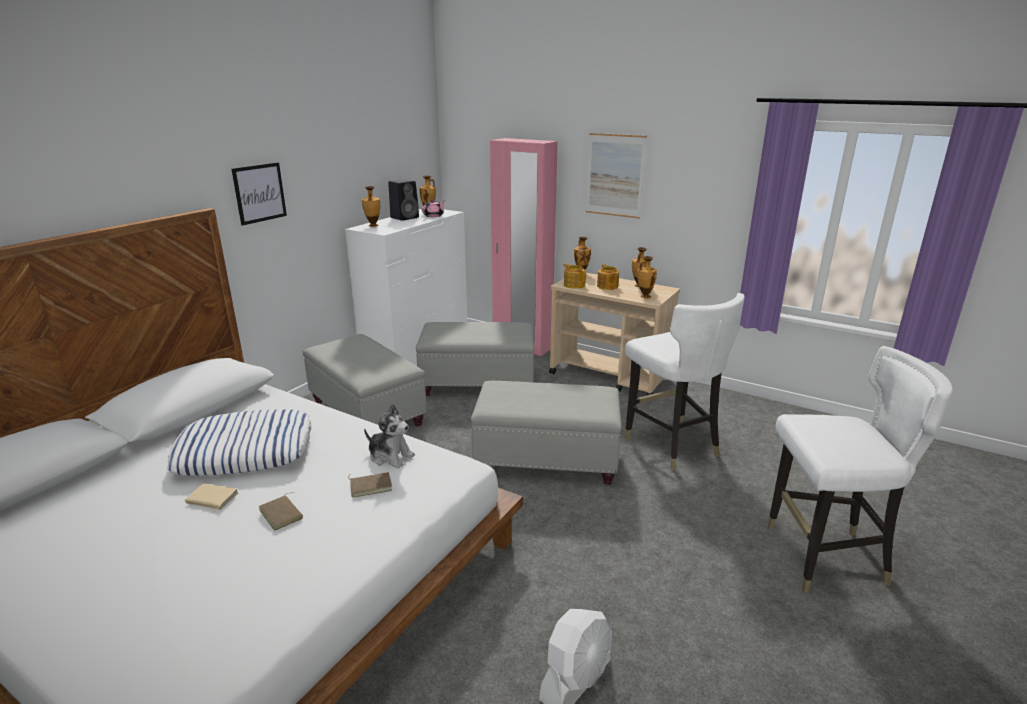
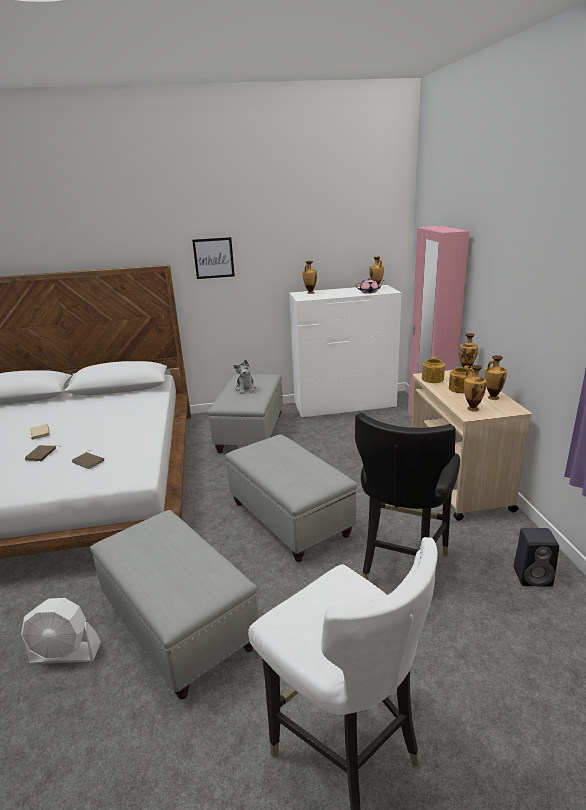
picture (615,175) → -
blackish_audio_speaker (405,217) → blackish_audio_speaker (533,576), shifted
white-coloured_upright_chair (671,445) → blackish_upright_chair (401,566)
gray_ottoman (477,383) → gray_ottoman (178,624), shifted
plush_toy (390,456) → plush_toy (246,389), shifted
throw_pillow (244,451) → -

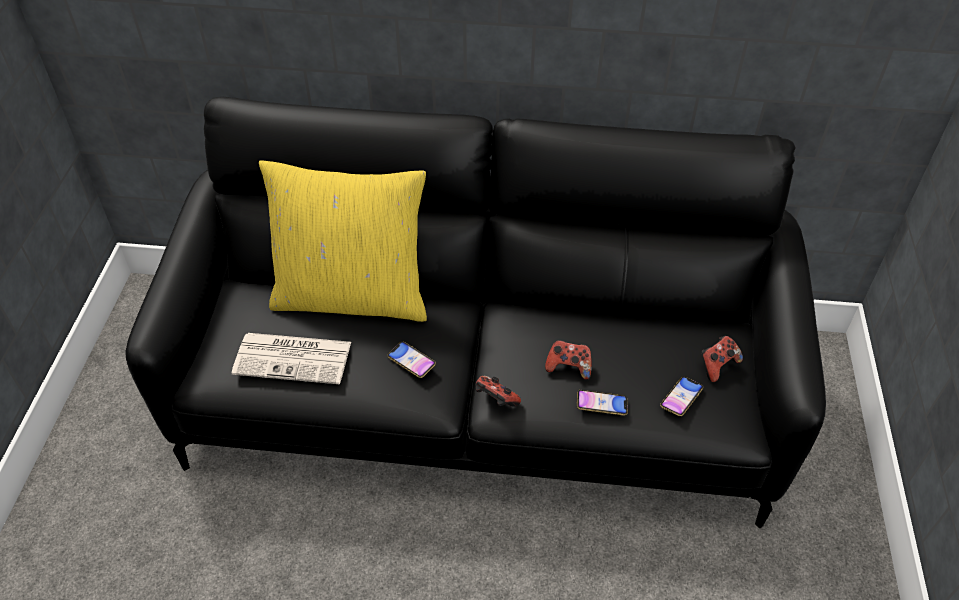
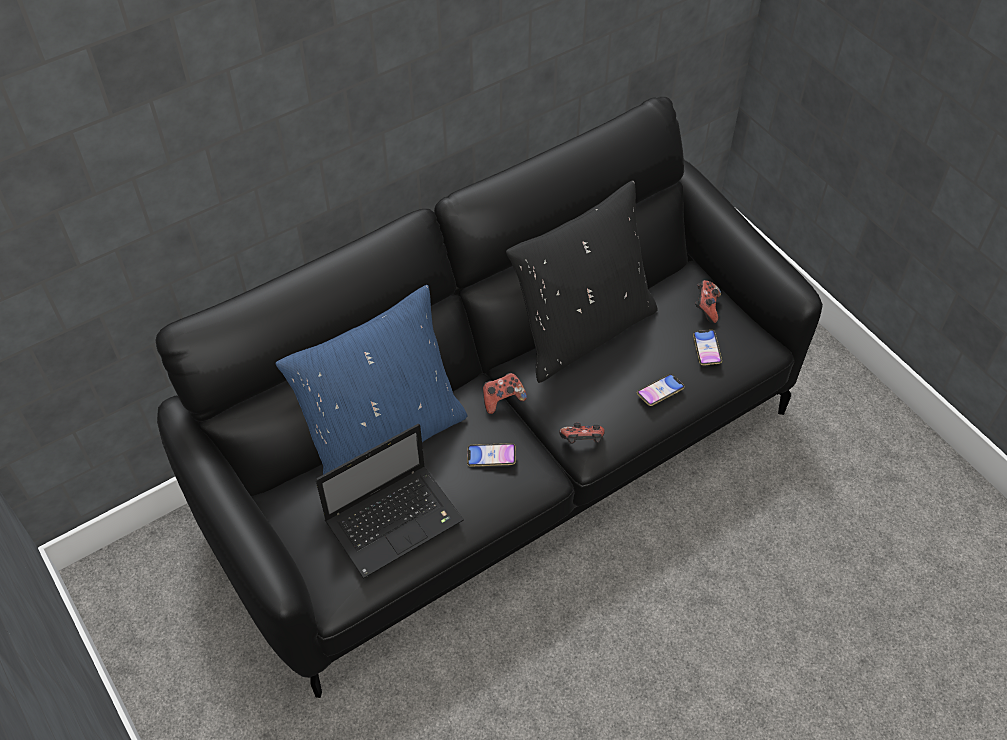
yellow_throw_pillow (352,296) → blue-coloured_throw_pillow (384,437)
printed_paper (294,358) → laptop (396,520)
joypad (568,367) → joypad (502,399), shifted
- → blackish_throw_pillow (582,330)

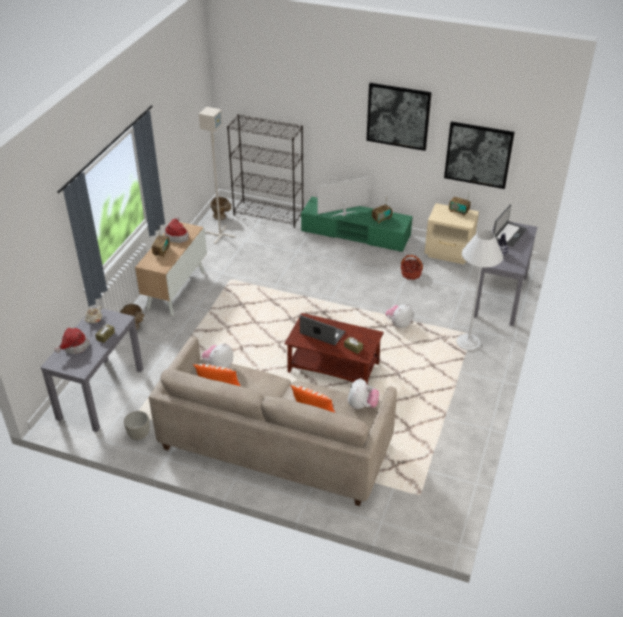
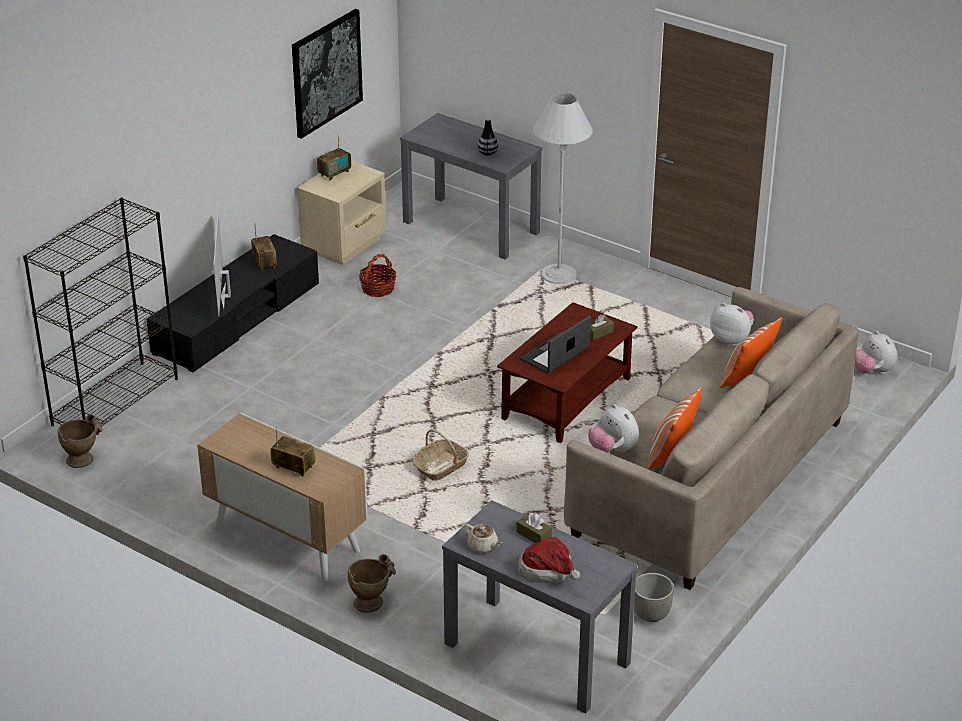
picture (398,116) → -
gray_floor_lamp (220,235) → -
green_media_console (355,233) → blackish_media_console (237,319)
laptop (509,234) → -
wearable_hat (177,236) → -
plush_toy (398,324) → plush_toy (872,371), shifted
- → household_basket (441,467)

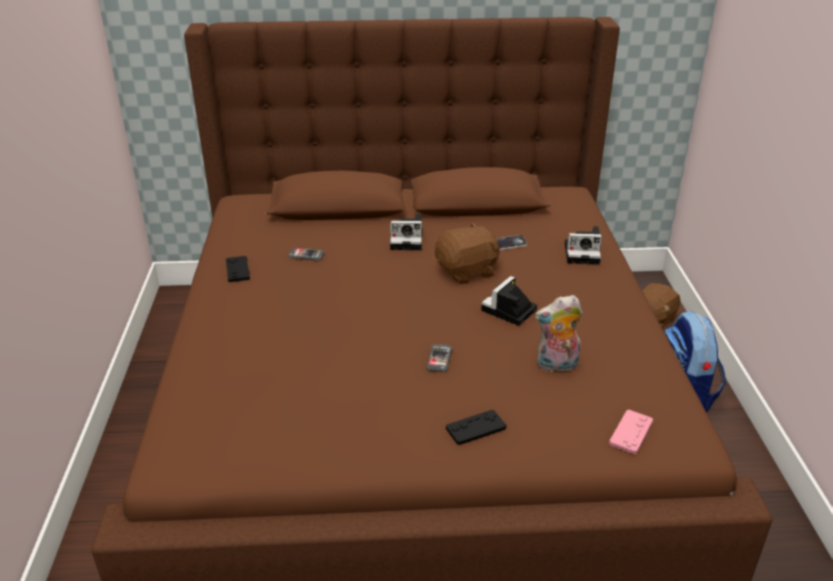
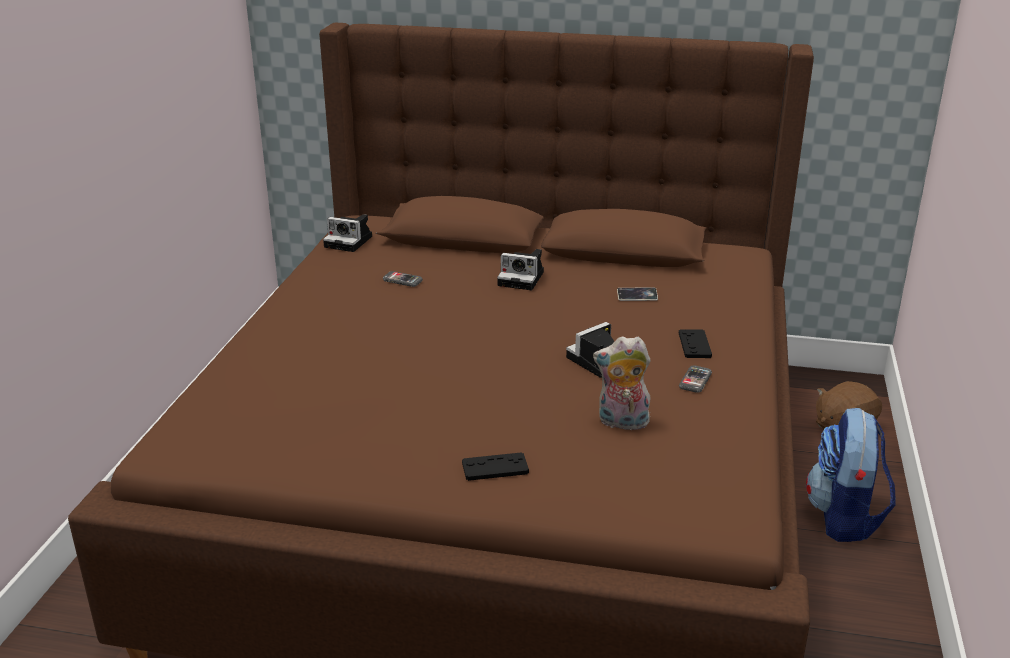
brownish_plush_toy (467,271) → -
photo_camera (583,253) → photo_camera (350,242), shifted
blackish_joypad (237,270) → blackish_joypad (694,345), shifted
handset (439,359) → handset (695,380), shifted
pinkish_joypad (631,432) → -

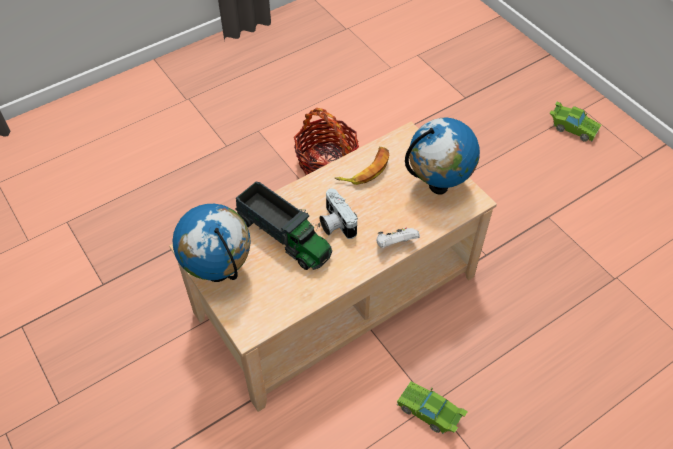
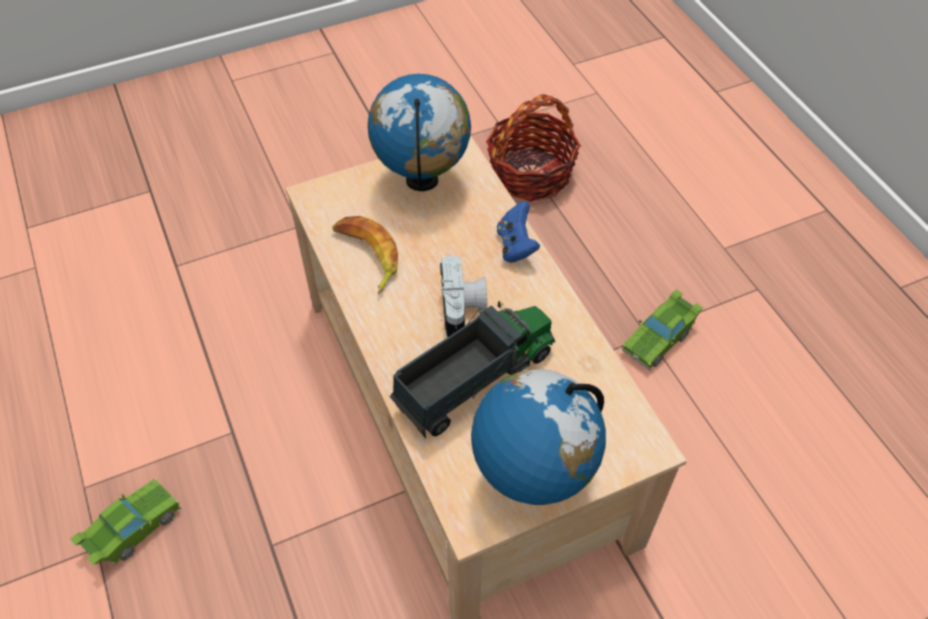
green_miniature_car (572,128) → green_miniature_car (133,530), shifted
household_basket (326,162) → household_basket (530,174), shifted
photo_camera (335,223) → photo_camera (463,309), 75 degrees counterclockwise
white-coloured_joypad (395,244) → blue-coloured_joypad (516,245)

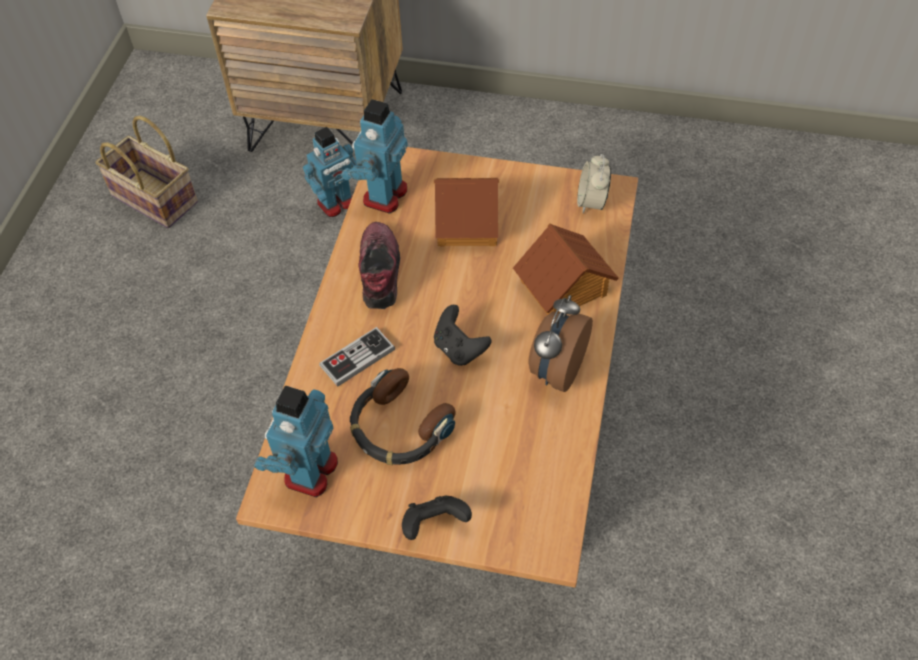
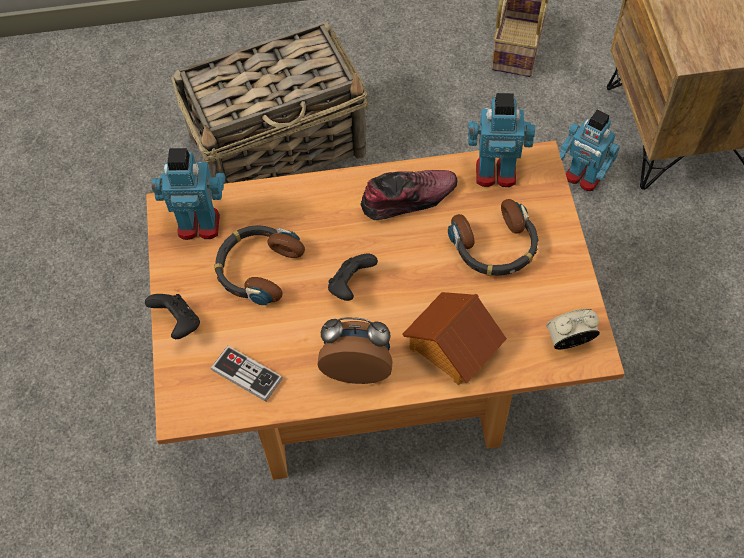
model_house (468,222) → headphones (495,246)
joypad (357,358) → joypad (247,374), shifted
- → household_basket (280,146)

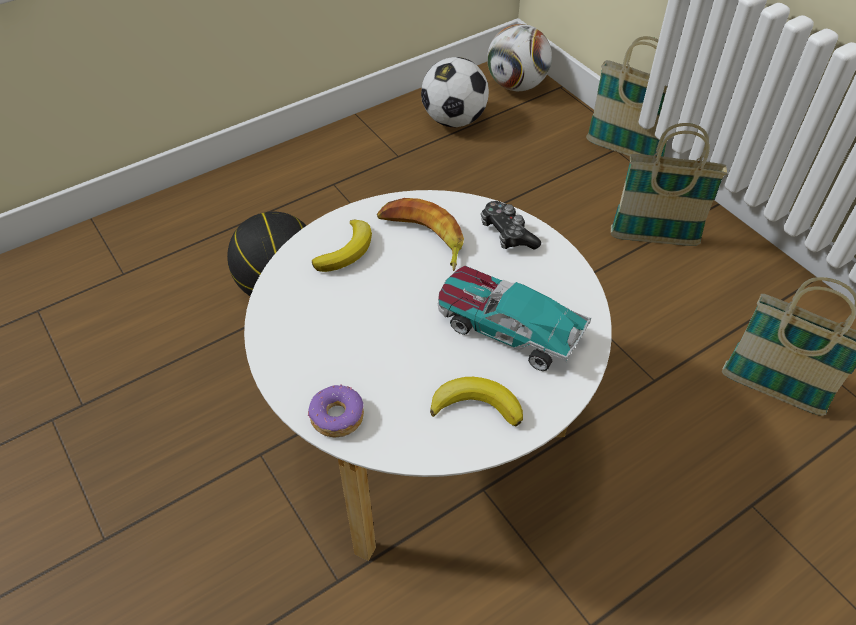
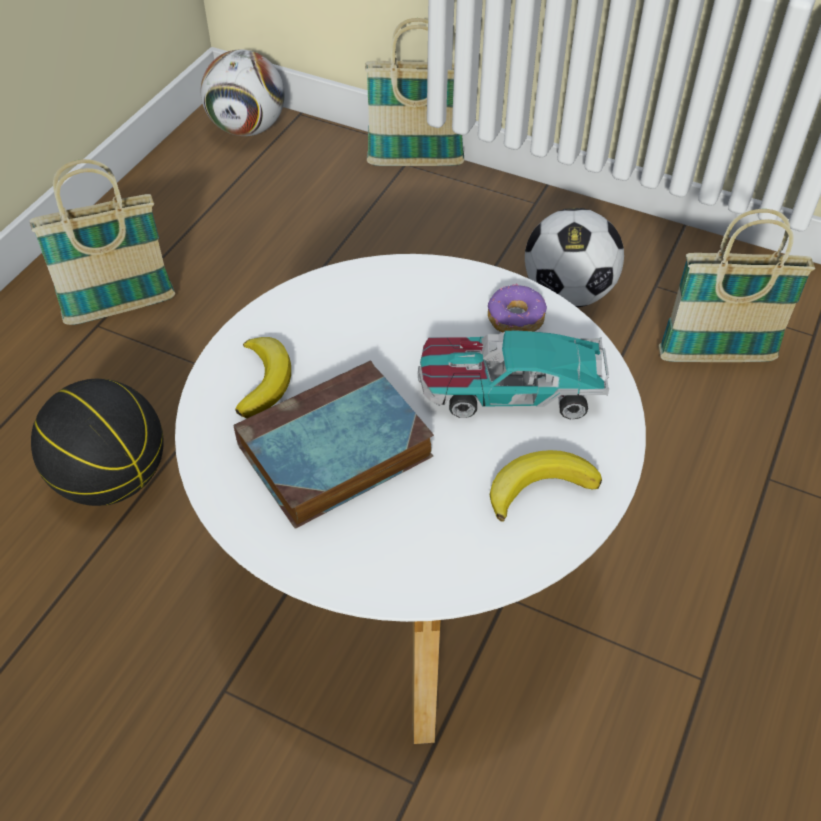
ball_for_football (454,120) → ball_for_football (568,293), shifted
household_basket (654,239) → household_basket (120,308), shifted
banana_fruit (422,238) → -
joypad (507,233) → -
doughnut (336,416) → doughnut (515,318), shifted
- → book (332,453)

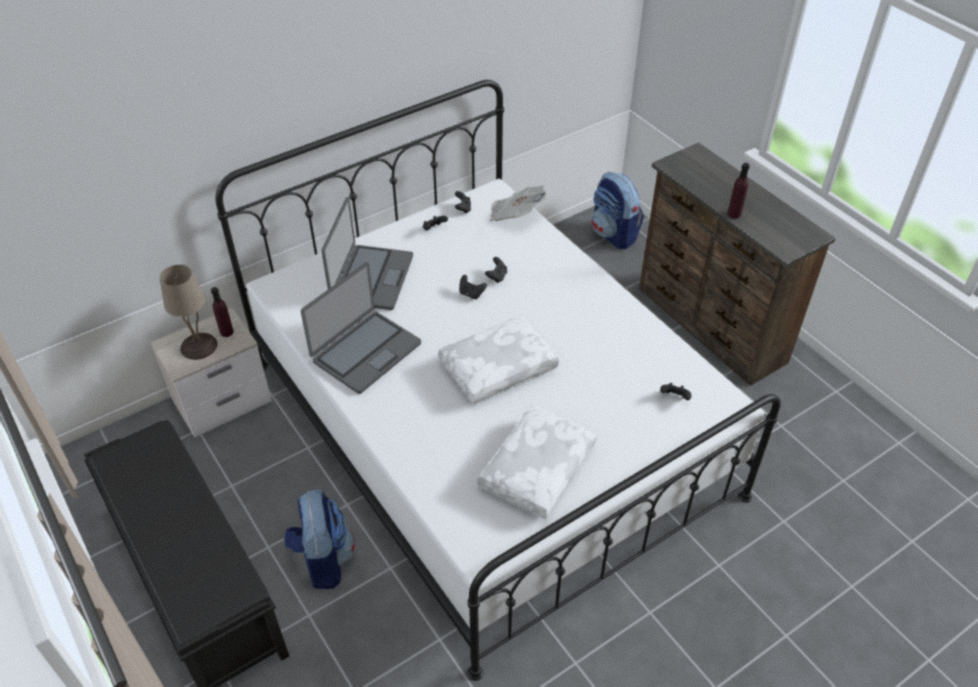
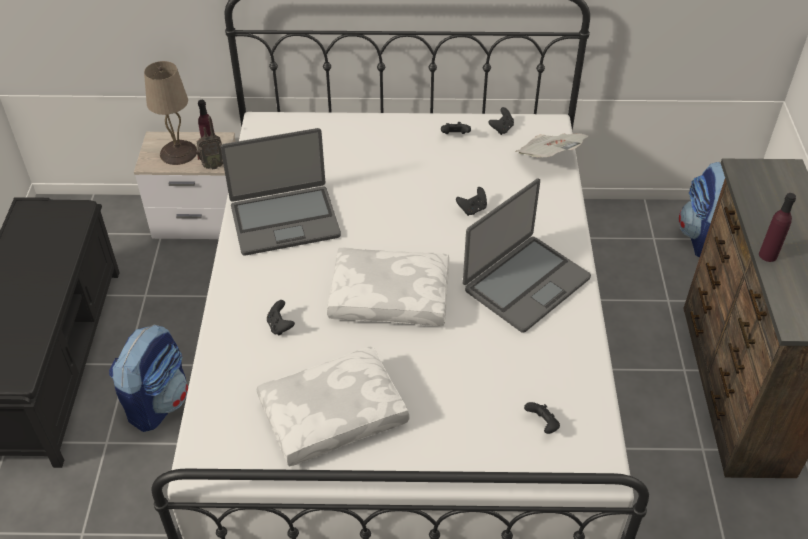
laptop (371,278) → laptop (525,283), shifted
blackish_joypad (471,294) → blackish_joypad (280,326), shifted
- → radio_receiver (212,166)

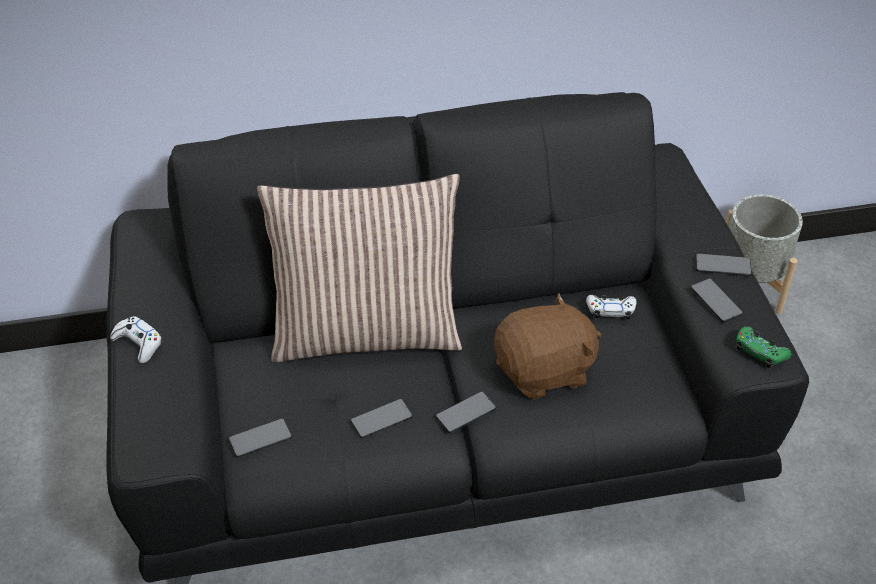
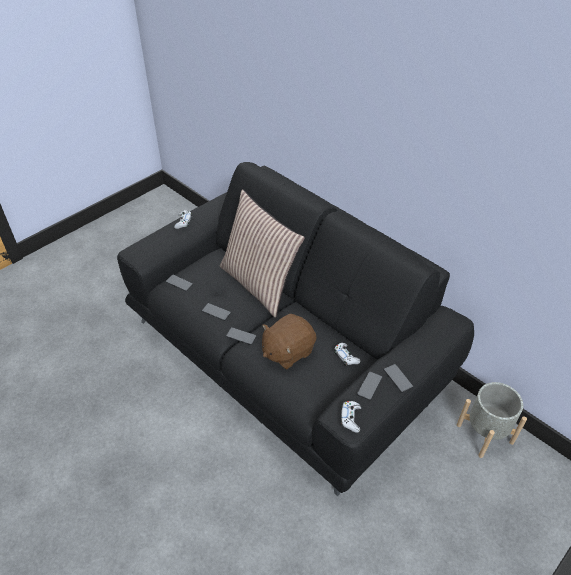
brownish_plush_toy (545,371) → brownish_plush_toy (287,351), 105 degrees clockwise
green_joypad (760,351) → white-coloured_joypad (350,418)

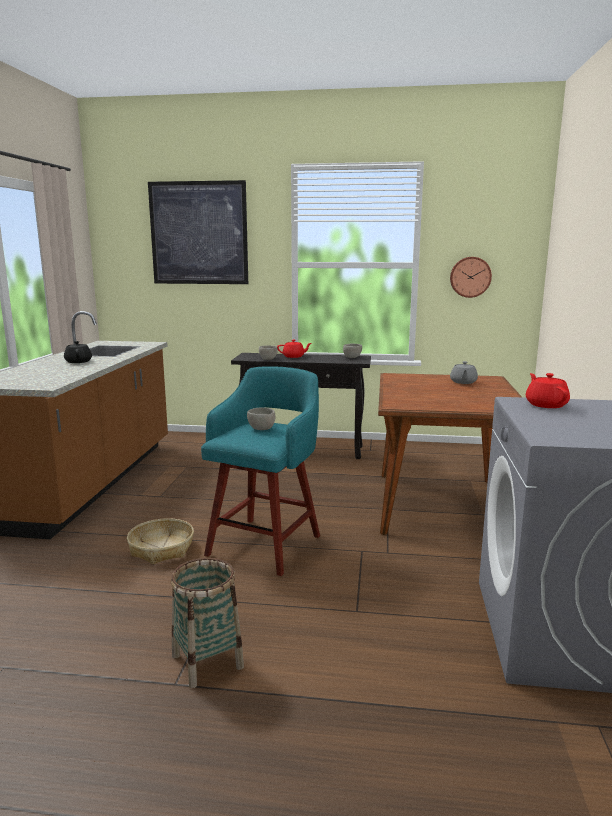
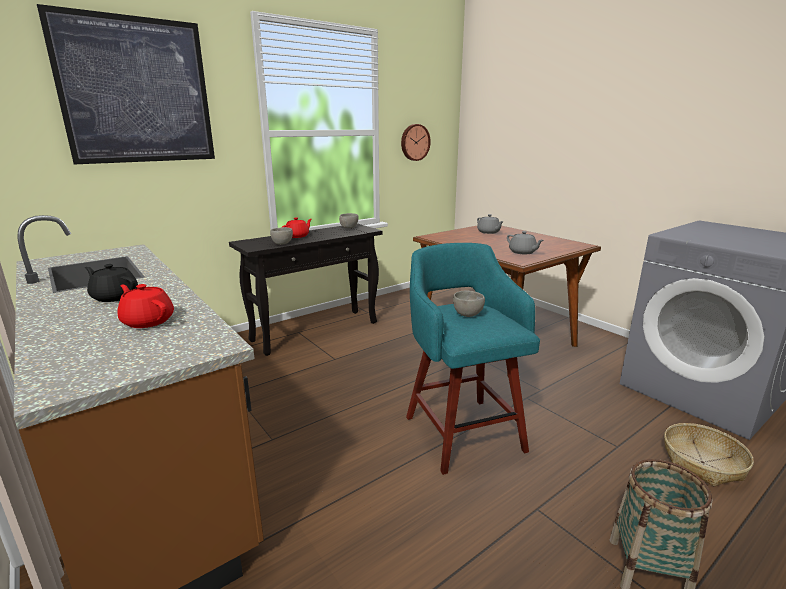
red-coloured_teapot (546,404) → red-coloured_teapot (148,321), shifted
household_basket (161,549) → household_basket (702,462), shifted
- → gray_teapot (522,252)

